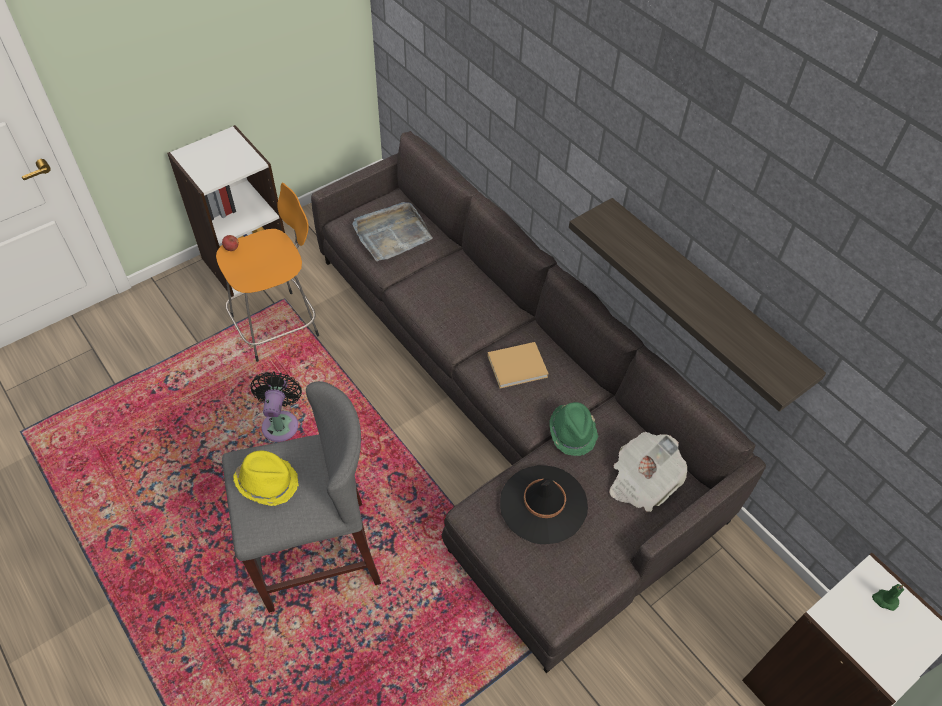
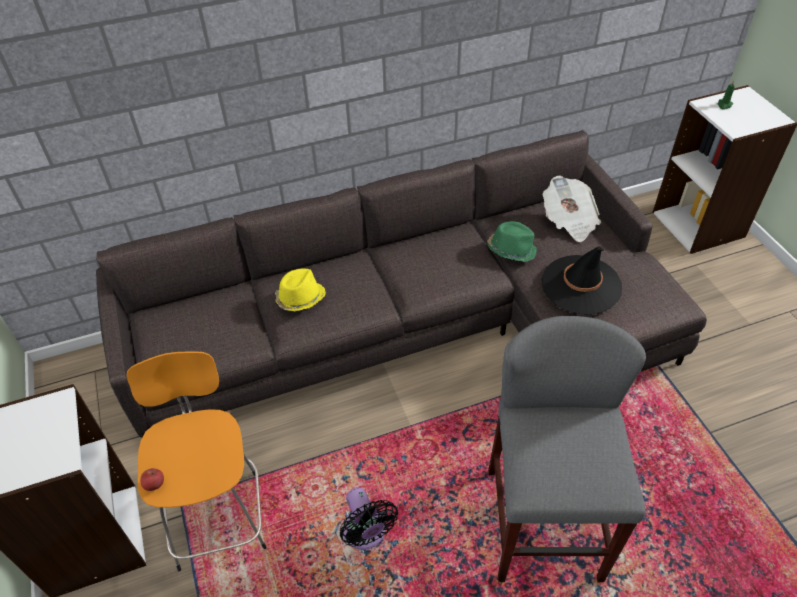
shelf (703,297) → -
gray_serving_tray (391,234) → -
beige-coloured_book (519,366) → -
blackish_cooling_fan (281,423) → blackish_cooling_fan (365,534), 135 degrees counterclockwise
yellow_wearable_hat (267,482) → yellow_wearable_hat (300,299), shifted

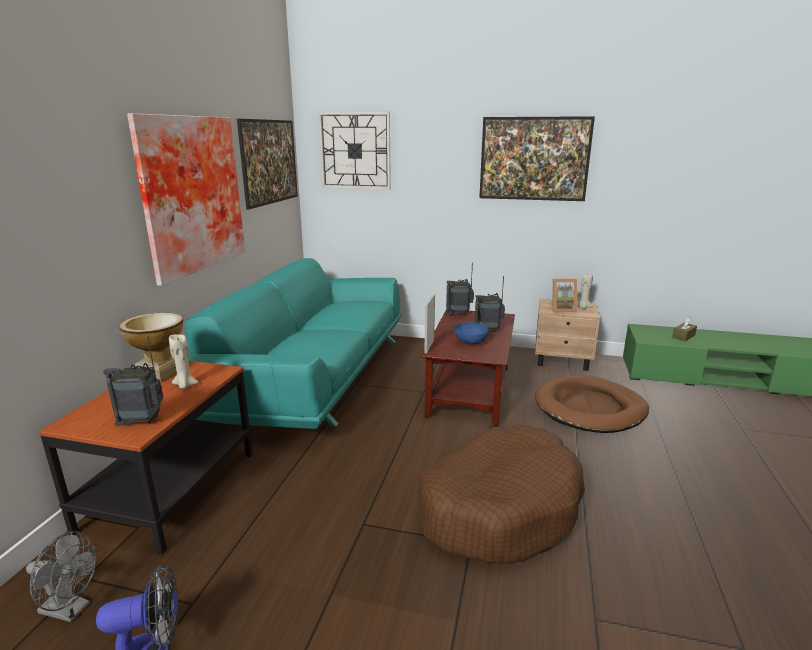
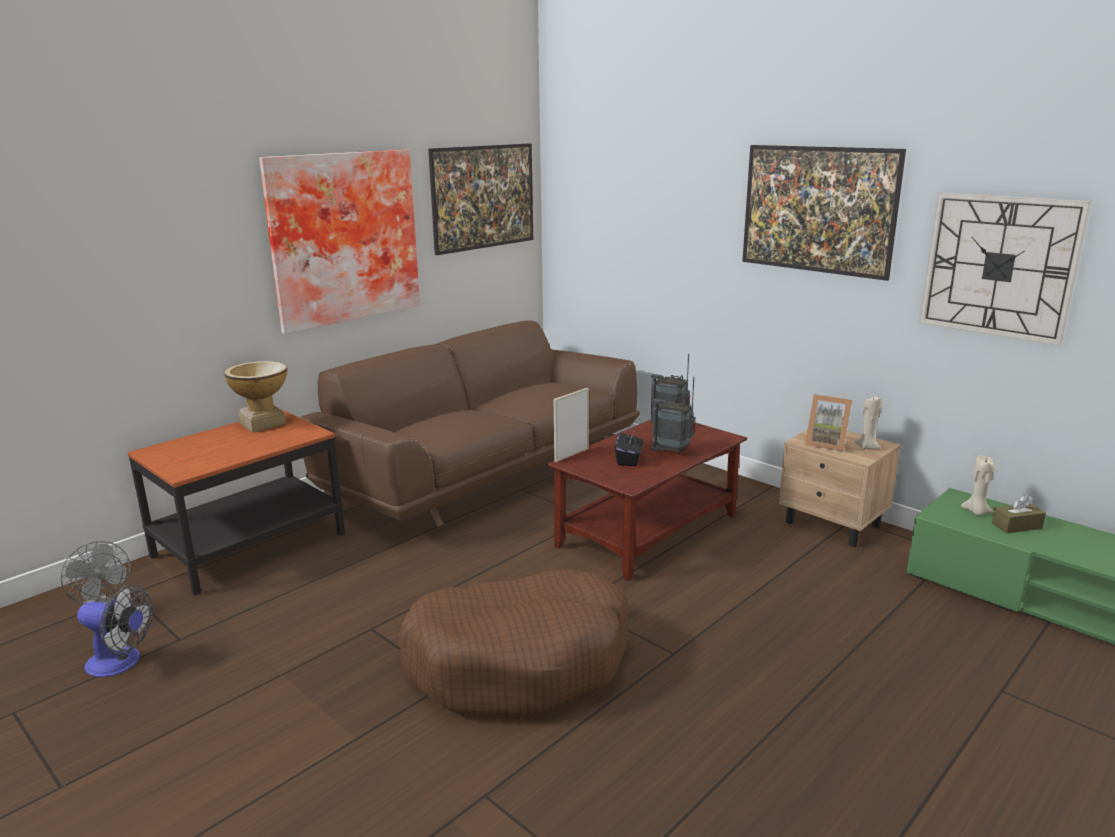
hanging_clock (355,151) → hanging_clock (999,266), shifted
turquoise-coloured_settee (313,379) → brownish_settee (483,472)
blue-coloured_bowl (470,342) → blackish_box_of_tissues (629,460)
beige-coloured_candle (185,385) → beige-coloured_candle (976,512), shifted
radio_receiver (142,421) → -
brownish_dog_bed (590,408) → -

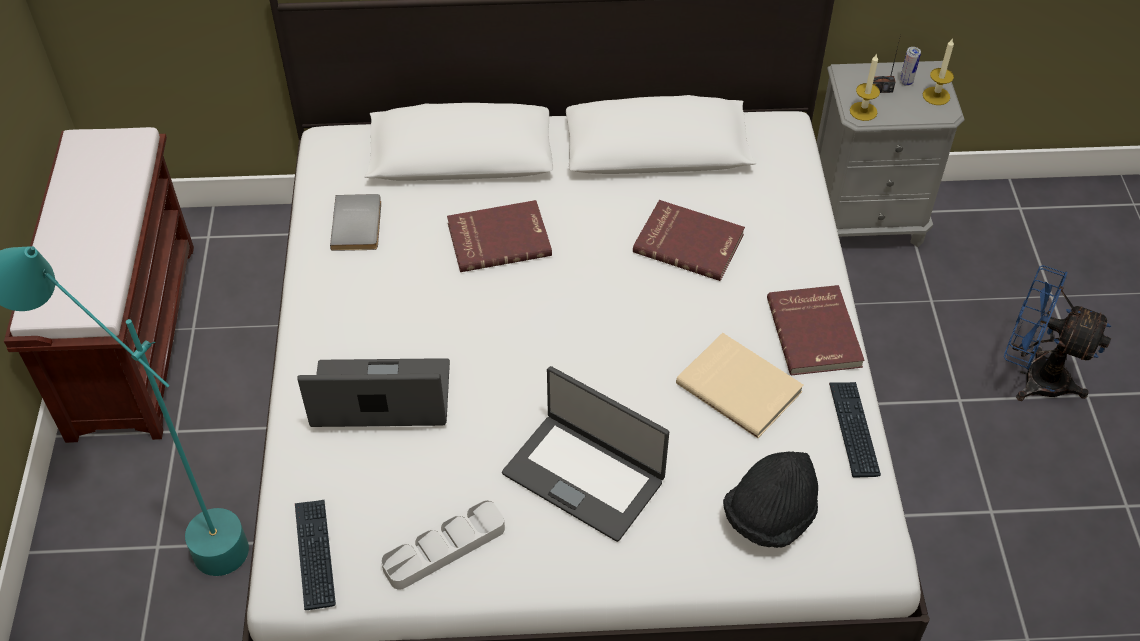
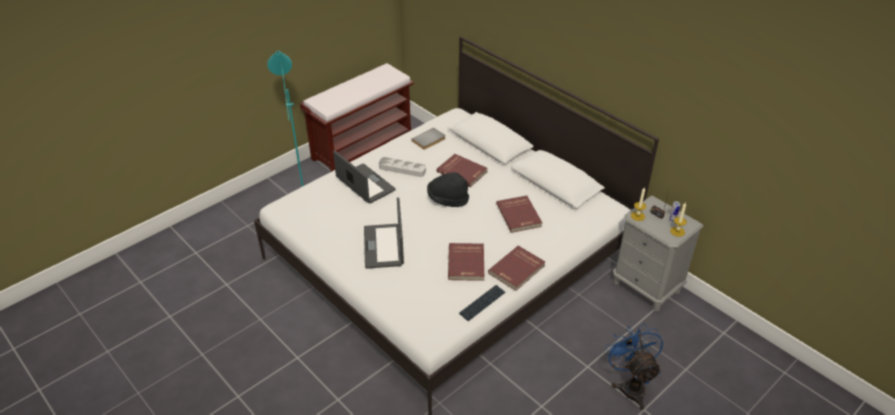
beige-coloured_book (740,386) → red-coloured_book (467,263)
blackish_wearable_hat (769,516) → blackish_wearable_hat (447,199), shifted
PC_keyboard (315,554) → -
gray_serving_tray (444,548) → gray_serving_tray (402,169), shifted

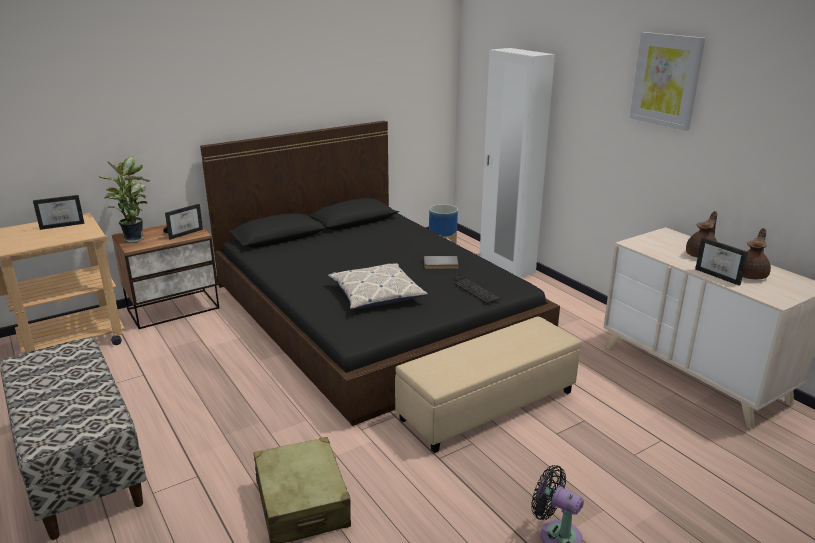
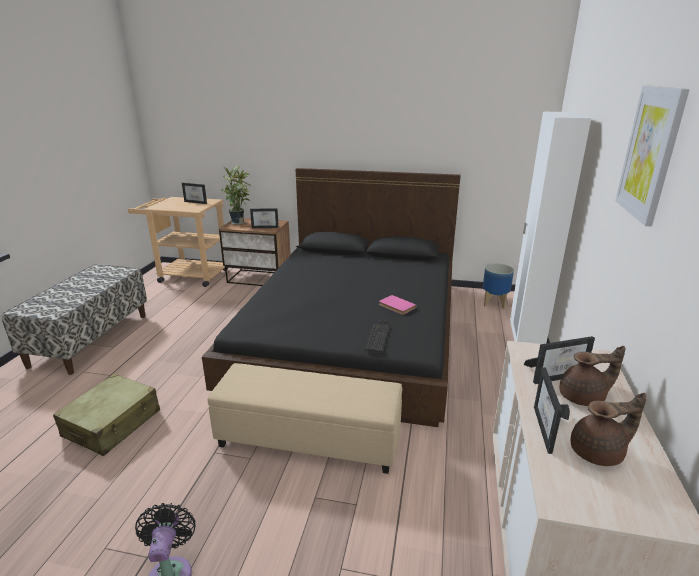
gray_book (441,264) → pinkish_book (396,306)
throw_pillow (376,294) → -
- → picture_frame (556,375)

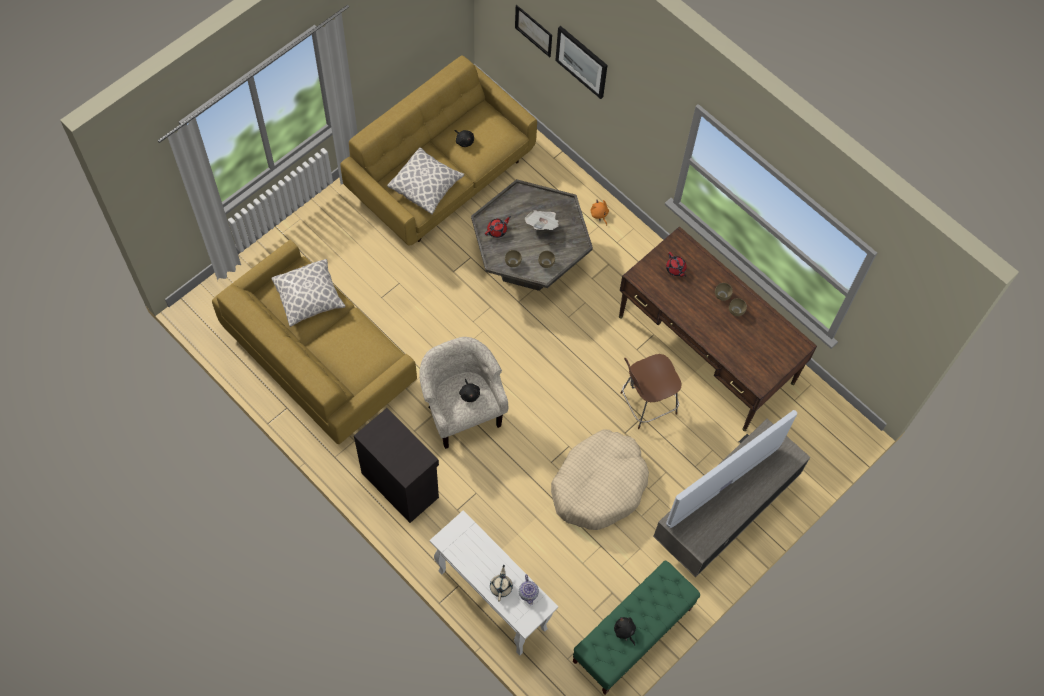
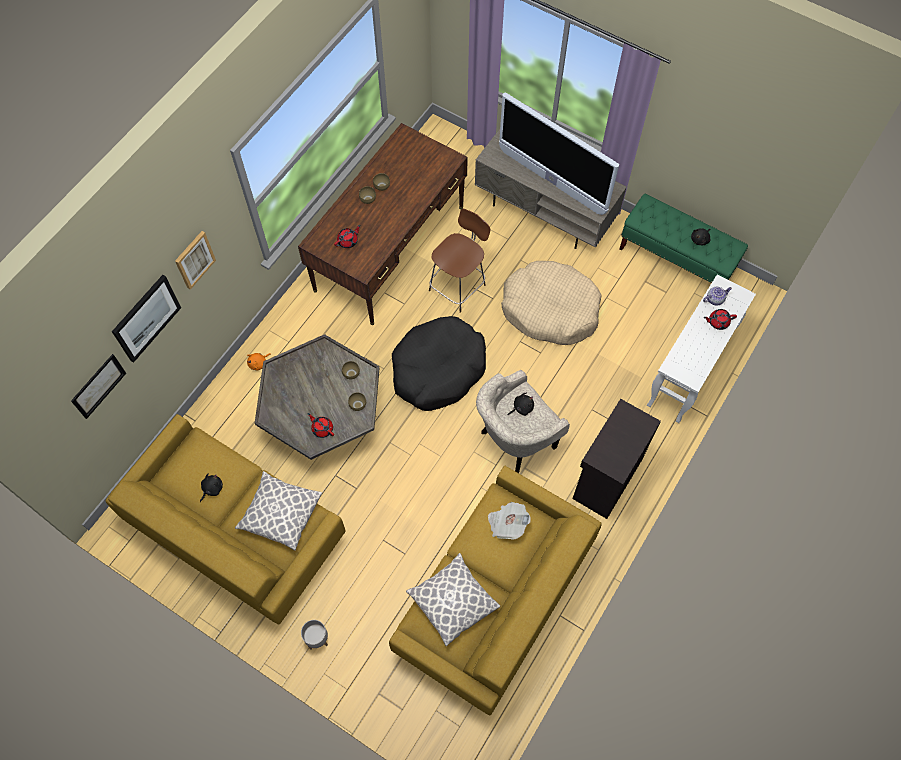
printed_paper (542,224) → printed_paper (507,523), shifted
brownish_upright_chair (646,404) → brownish_upright_chair (458,286), 105 degrees counterclockwise
beige-coloured_teapot (501,586) → red-coloured_teapot (718,322)
- → picture (194,259)
- → blackish_dog_bed (438,369)
- → gray_flower_pot (317,639)

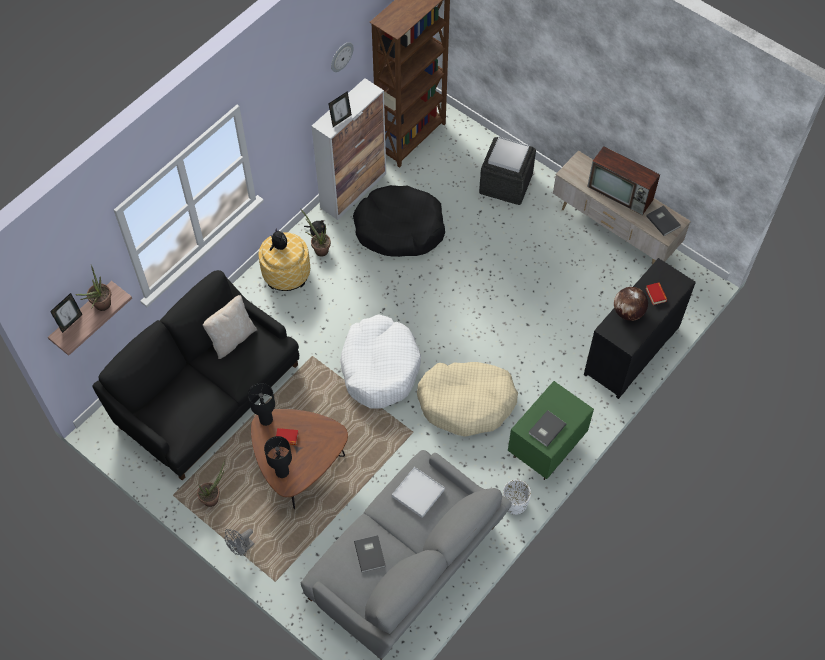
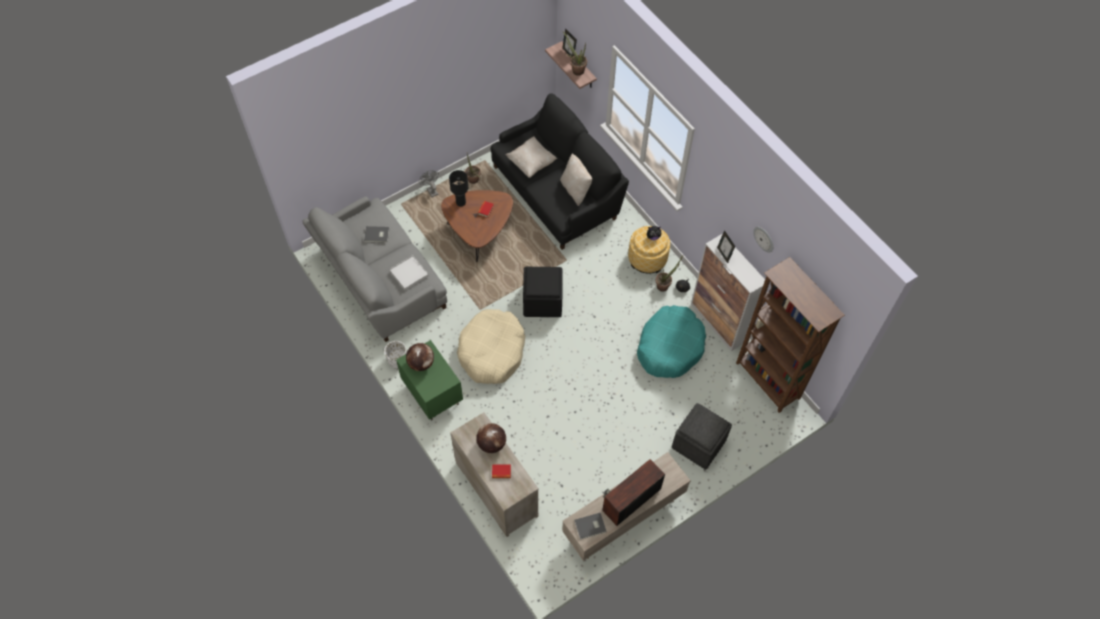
white-coloured_serving_tray (508,156) → -
blackish_dog_bed (399,229) → turquoise-coloured_dog_bed (670,347)
blackish_drawer_chest (632,351) → beige-coloured_drawer_chest (495,489)
white-coloured_dog_bed (379,367) → blackish_ottoman (542,301)
blackish_table_lamp (266,419) → -
gray_book (546,429) → desk_globe (421,363)
- → beige-coloured_throw_pillow (531,163)

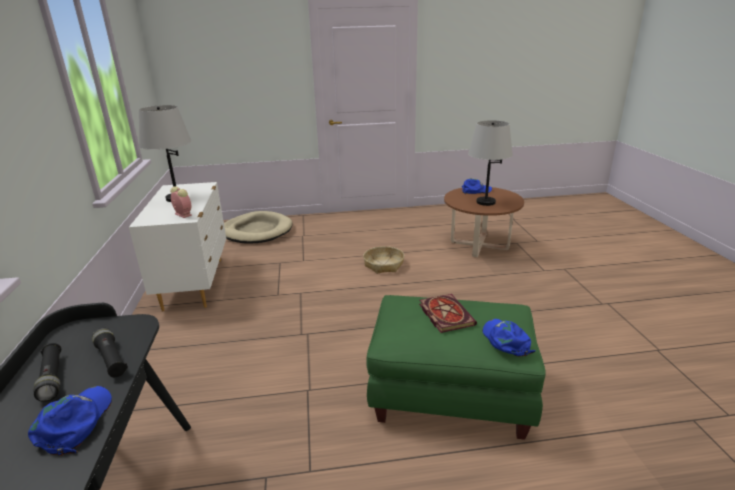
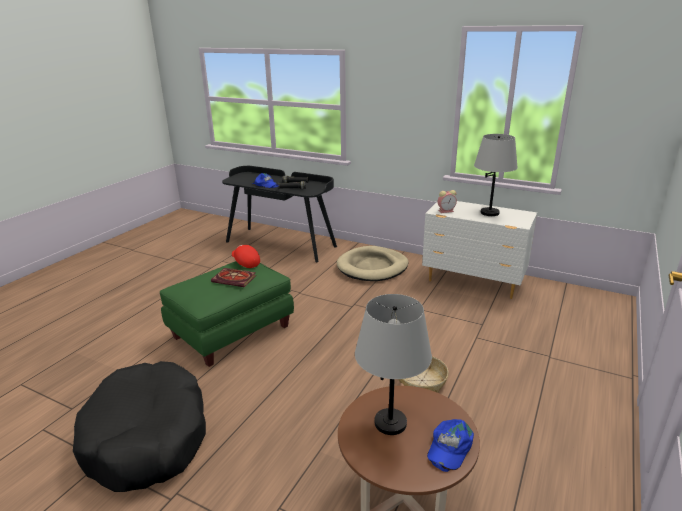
beige-coloured_dog_bed (256,231) → beige-coloured_dog_bed (372,267), shifted
blue-coloured_peaked_cap (506,340) → -
- → red-coloured_peaked_cap (245,262)
- → blackish_dog_bed (147,437)

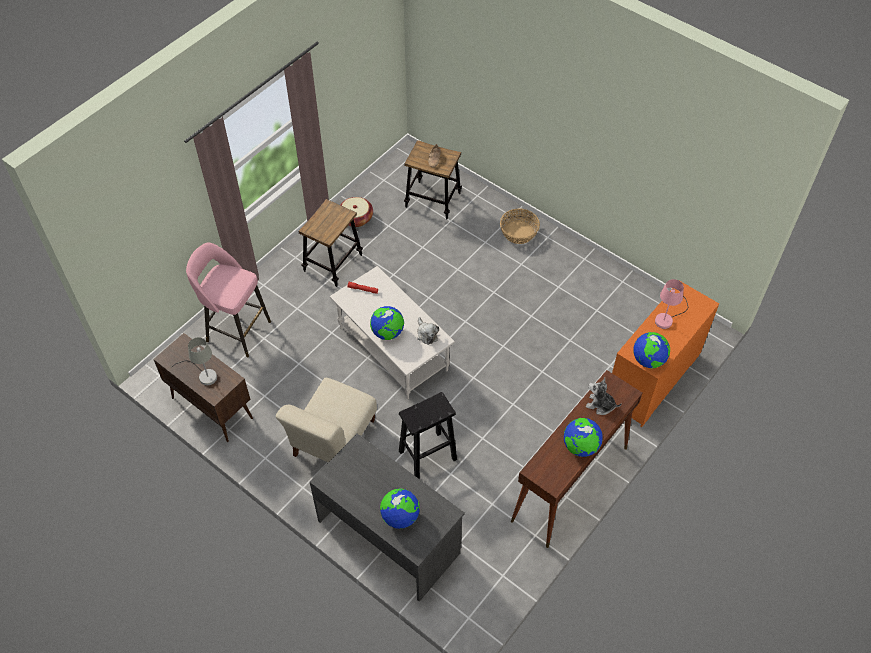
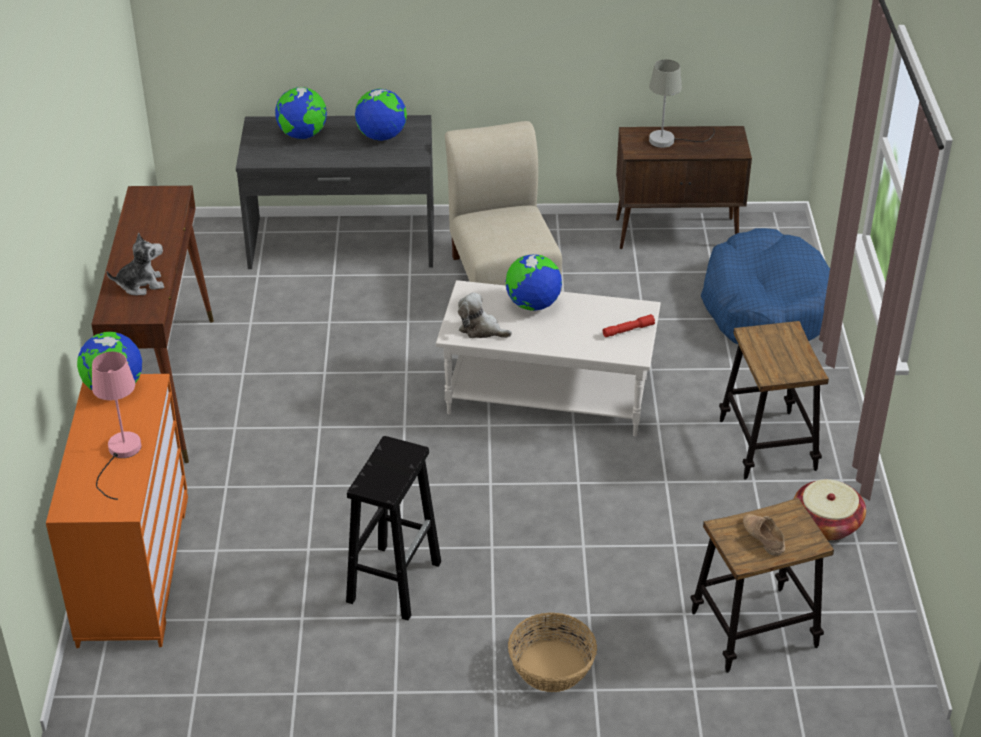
pinkish_stool_seat (236,330) → blue-coloured_dog_bed (765,307)
blackish_stool_seat (427,456) → blackish_stool_seat (394,580), shifted
desk_globe (580,446) → desk_globe (381,137), shifted

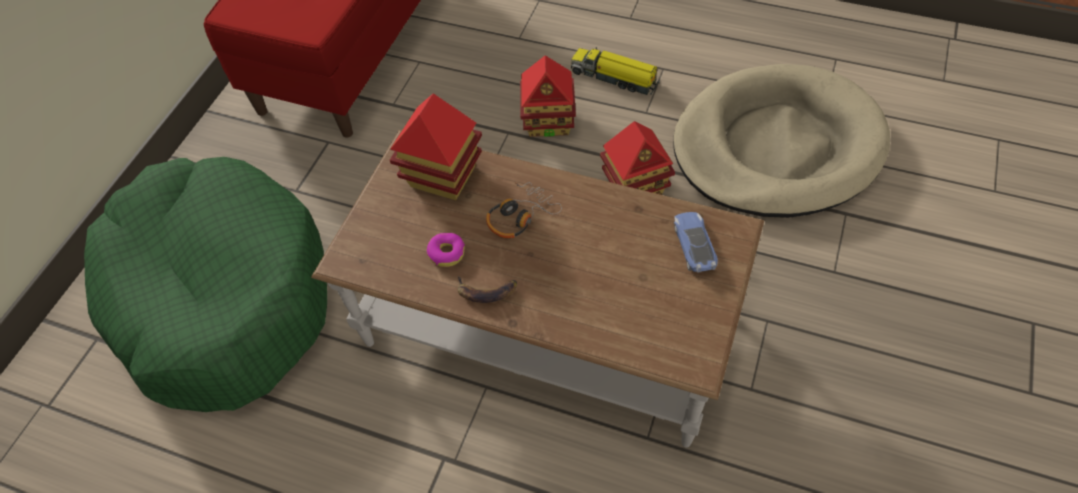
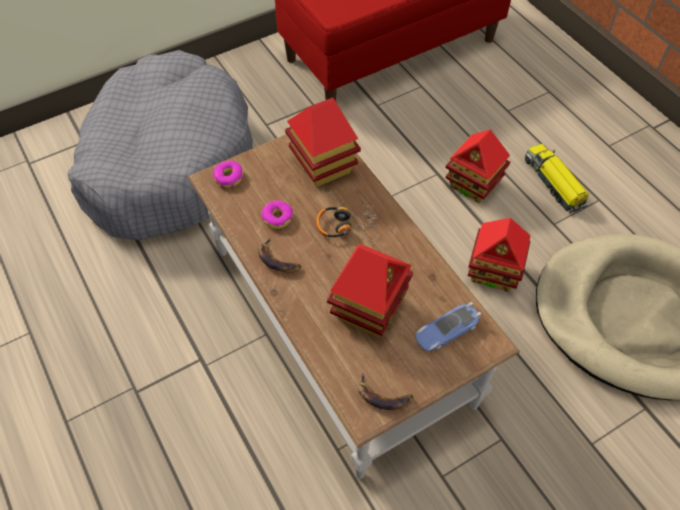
green_dog_bed (220,296) → gray_dog_bed (166,162)
miniature_car (694,245) → miniature_car (446,331), 150 degrees counterclockwise
- → doughnut (228,177)
- → model_house (369,309)
- → banana_fruit (383,396)

